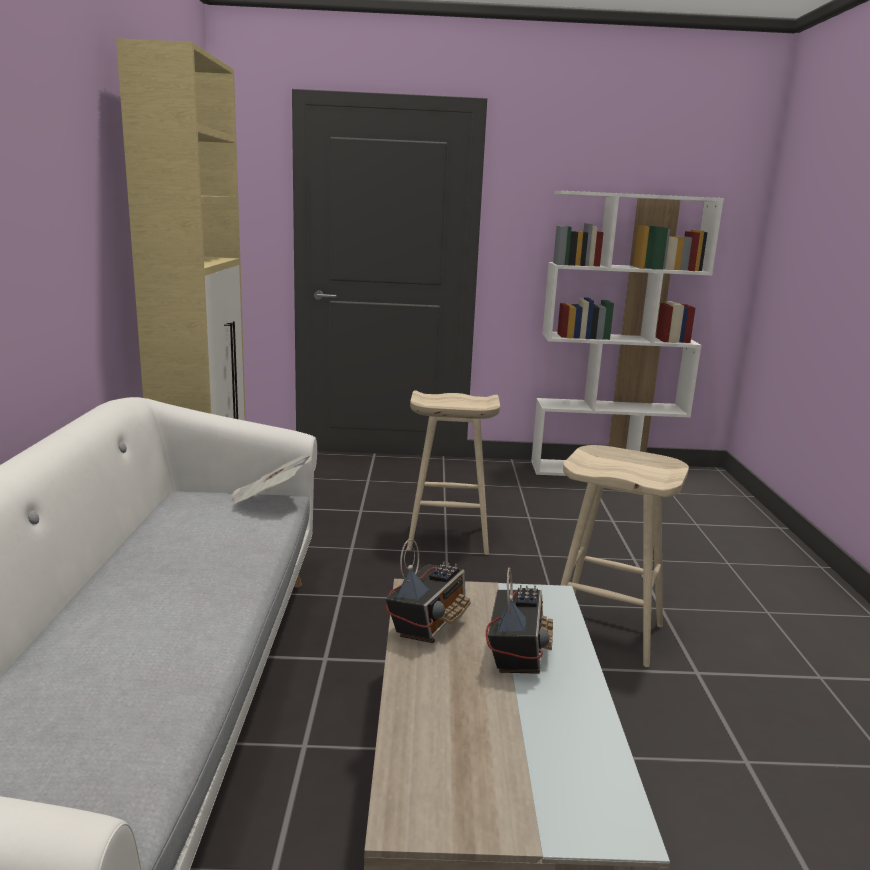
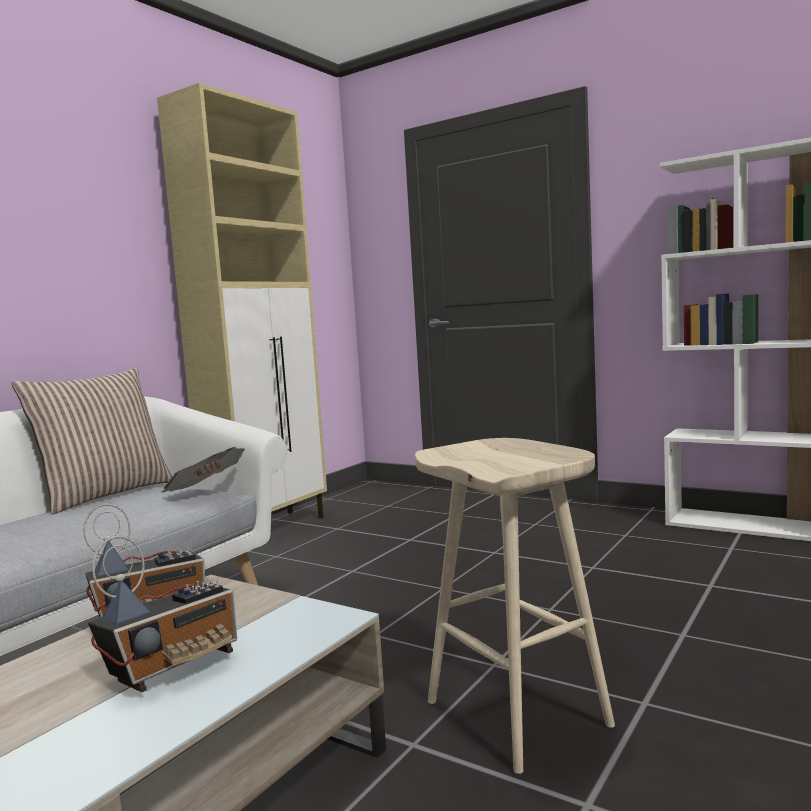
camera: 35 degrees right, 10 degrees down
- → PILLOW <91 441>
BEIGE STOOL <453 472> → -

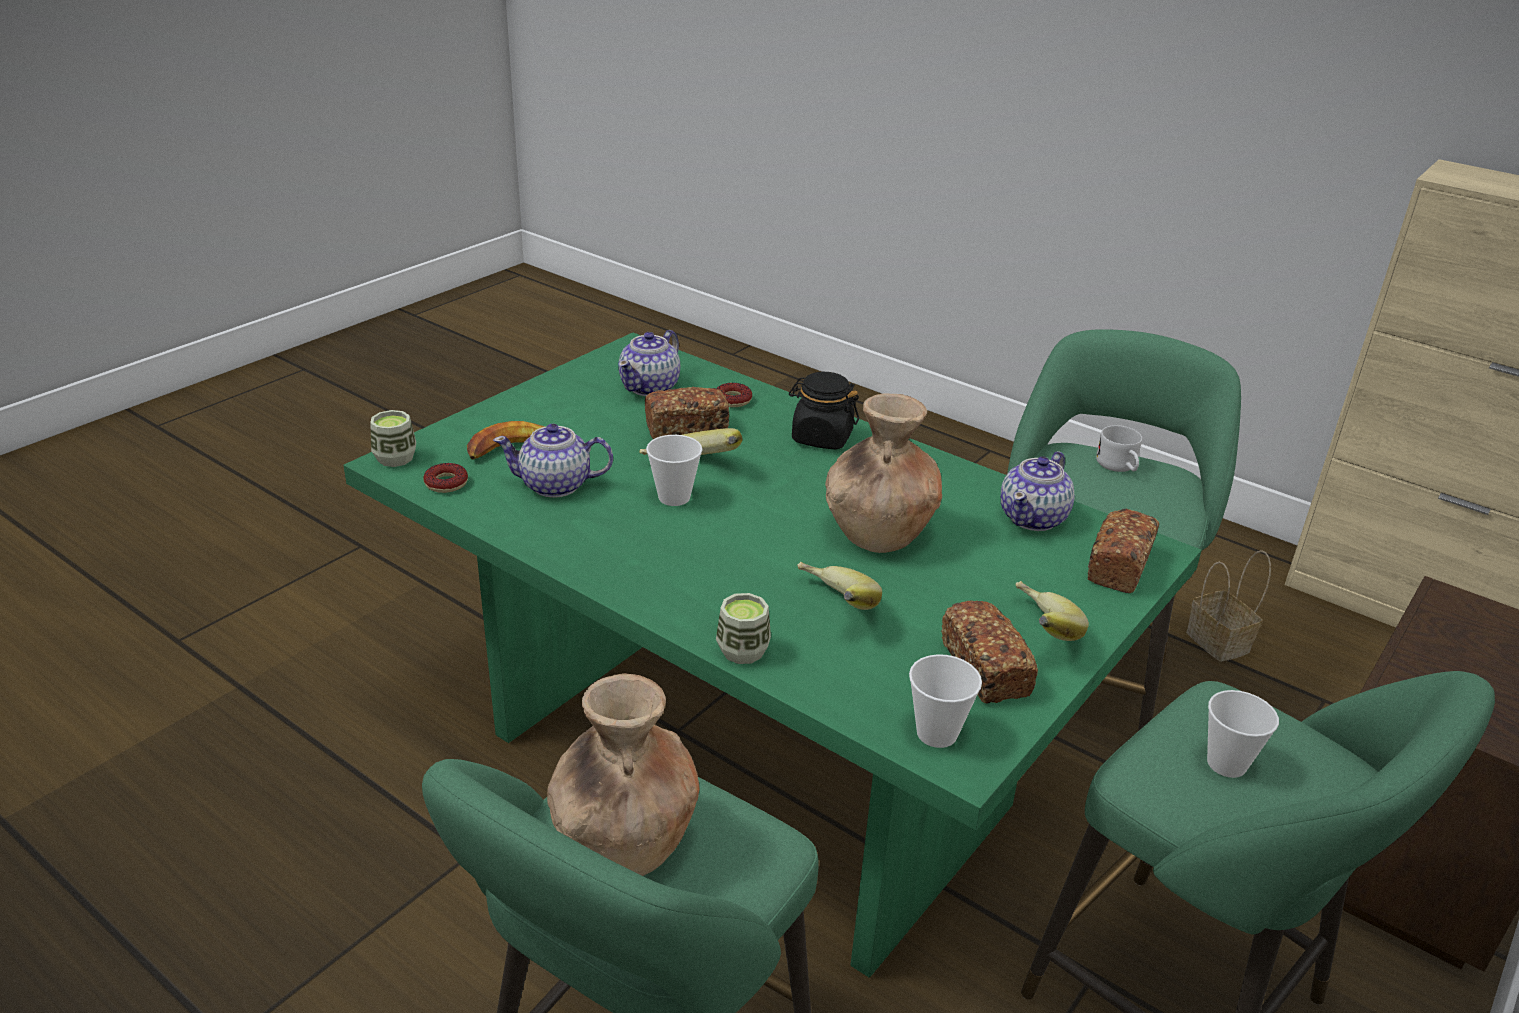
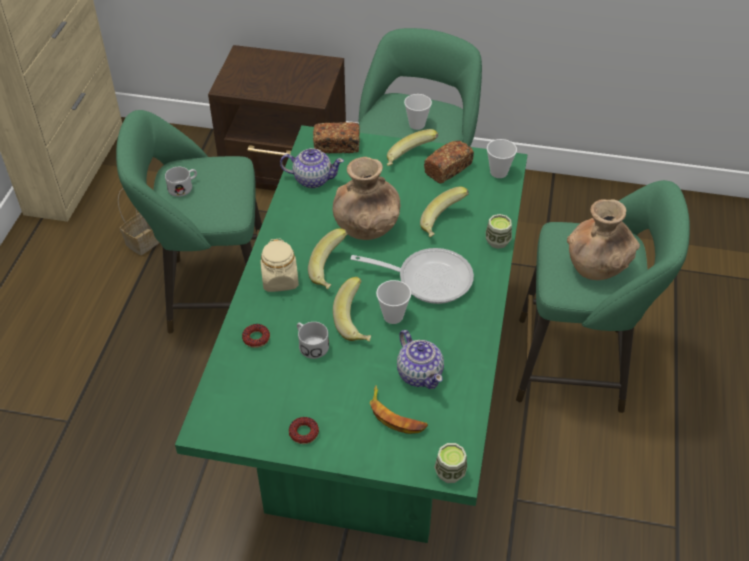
camera: 115 degrees left, 15 degrees up
BLACK JAR <824 410> → BEIGE JAR <279 265>
DONUT <445 478> → DONUT <304 430>, moved
BREAD <687 413> → WHITE MUG <313 340>
- → BANANA <328 258>
- → FRYING PAN <412 276>
TEAPOT <649 363> → -

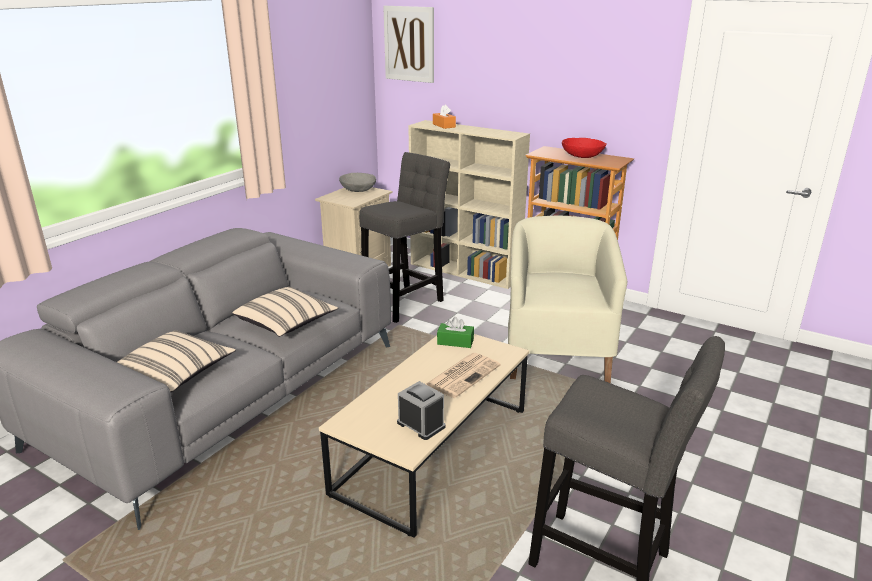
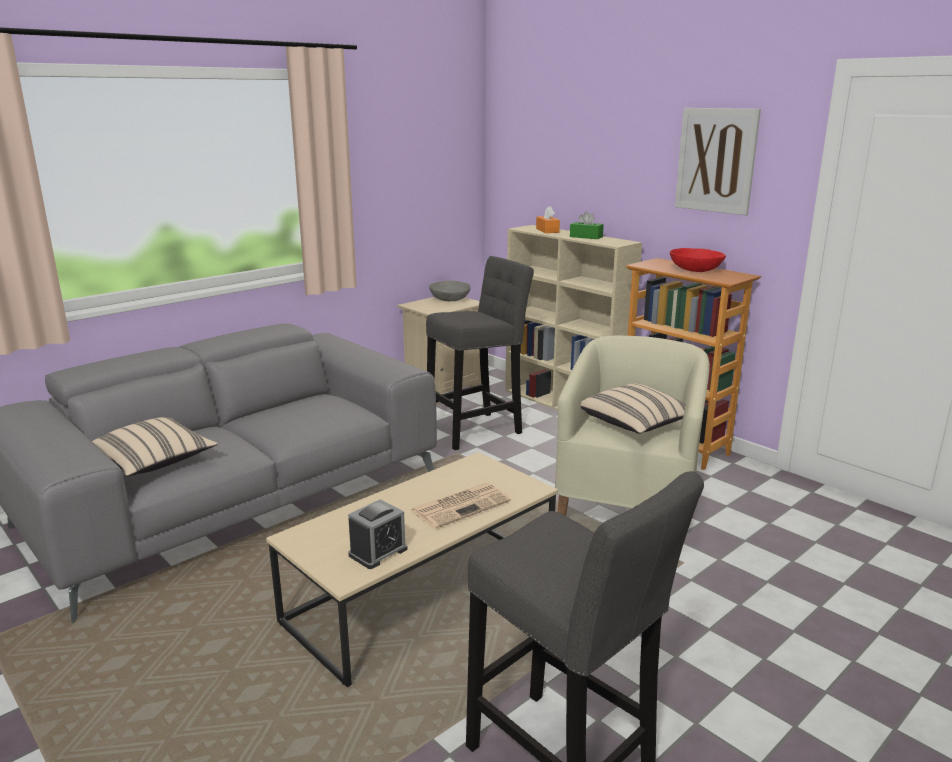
camera: 15 degrees right, 5 degrees down
ALARM CLOCK <421 410> → ALARM CLOCK <378 534>, 75 degrees clockwise
GREEN TISSUE BOX <455 332> → GREEN TISSUE BOX <587 225>, moved
BEIGE PILLOW <285 312> → BEIGE PILLOW <633 408>, moved
PICTURE <408 44> → PICTURE <718 161>, moved

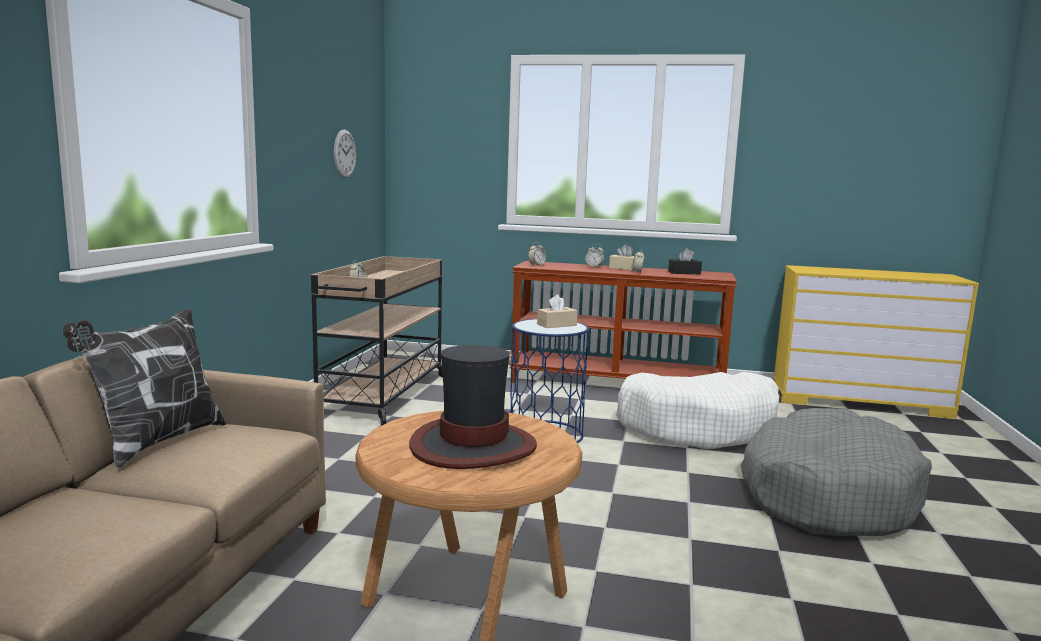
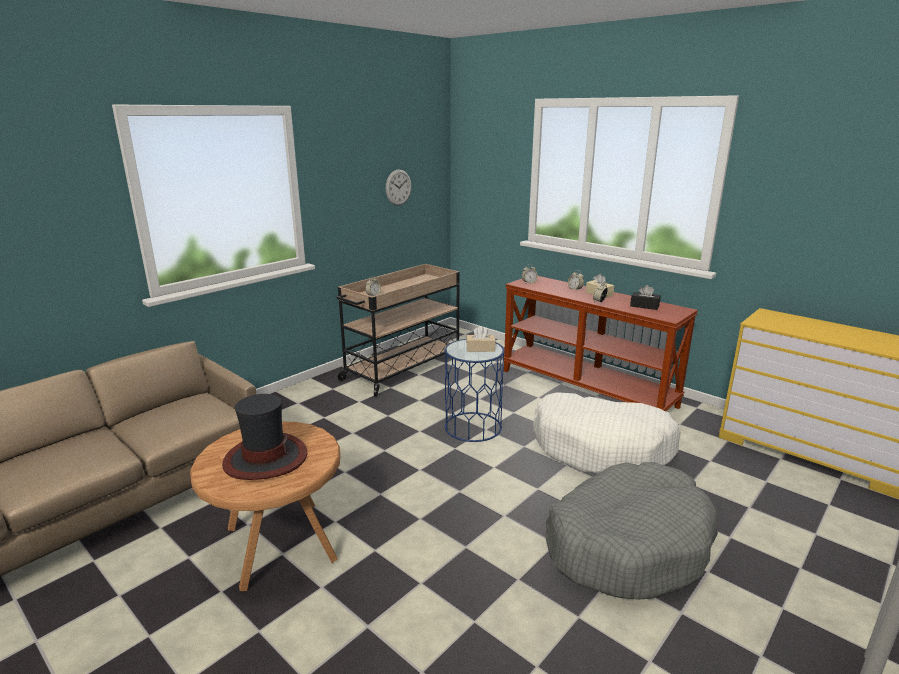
camera: 30 degrees right, 10 degrees up
PILLOW <144 388> → -

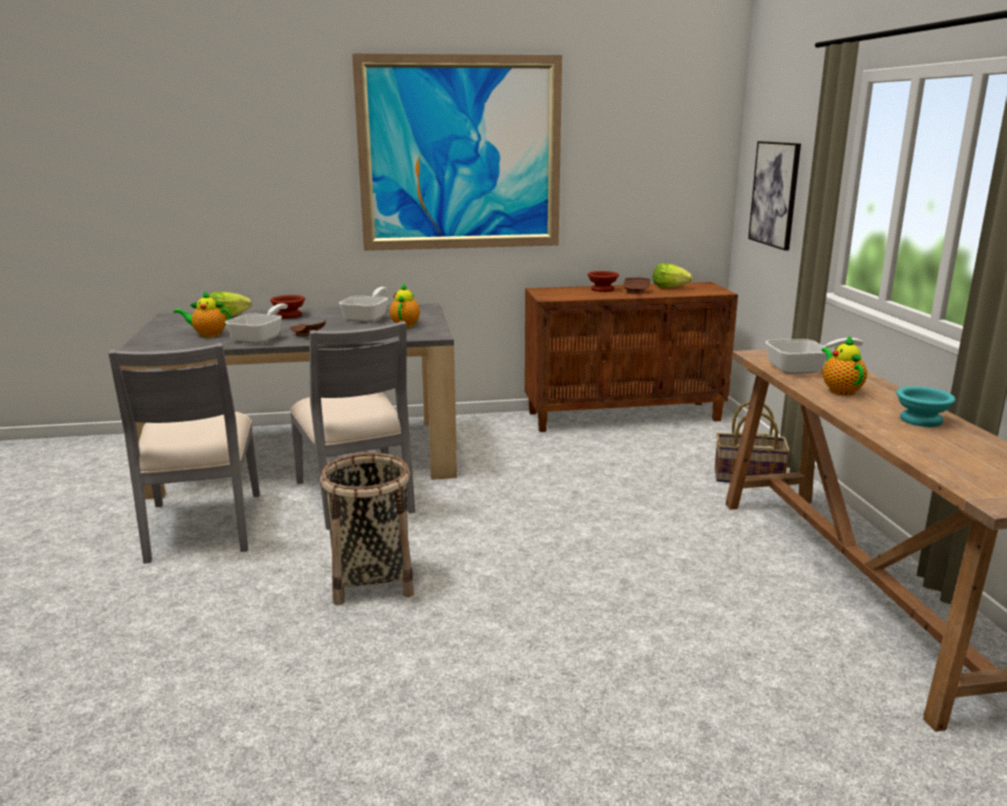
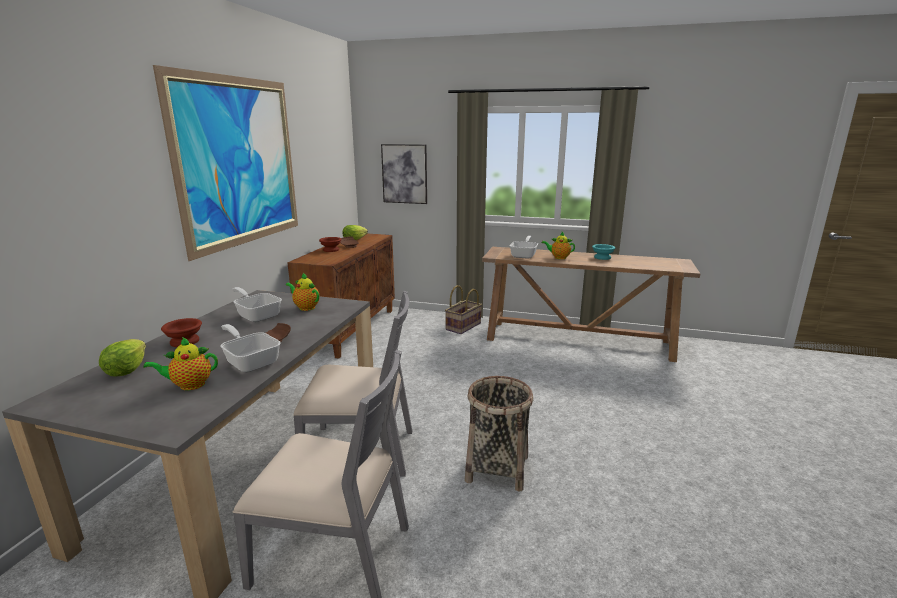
camera: 65 degrees left, 0 degrees up
TEAPOT <202 314> → TEAPOT <180 363>, 45 degrees clockwise

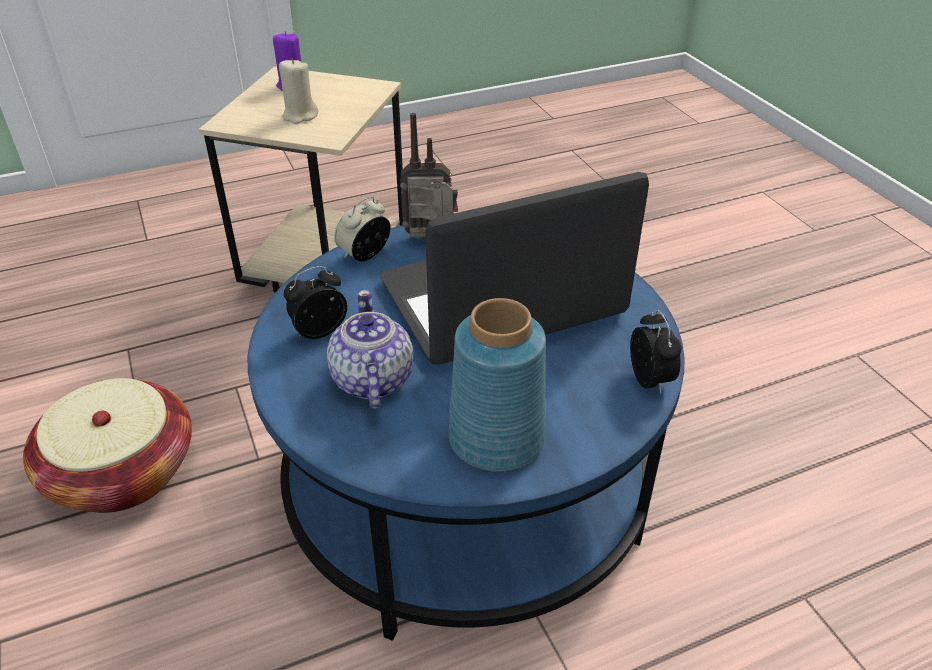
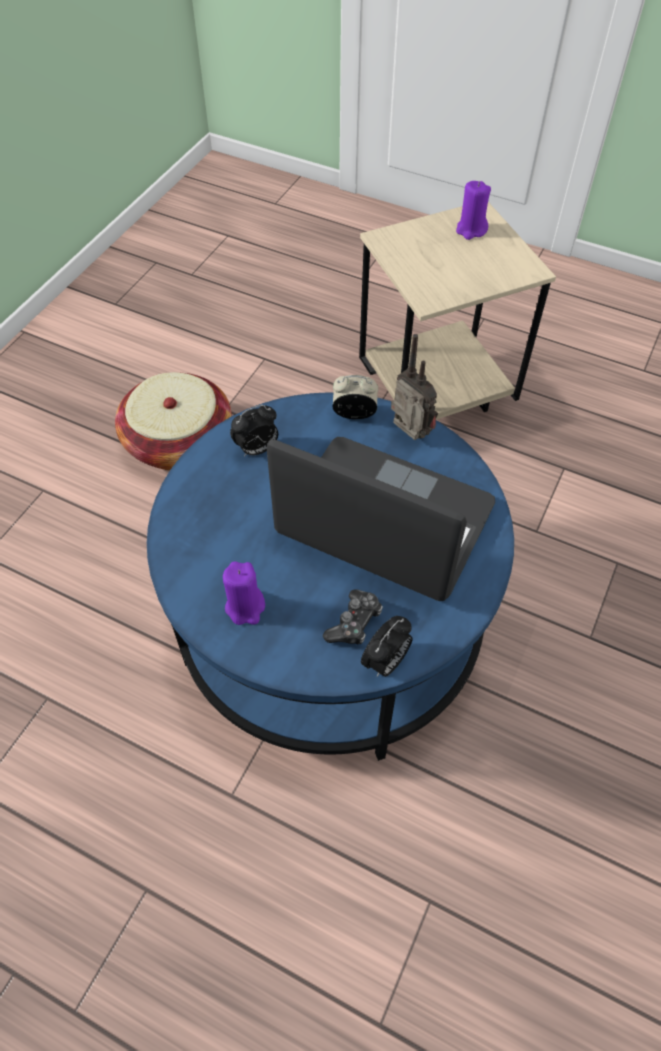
camera: 50 degrees right, 15 degrees up
BLUE VASE <497 385> → PURPLE CANDLE <244 593>
ALARM CLOCK <315 302> → ALARM CLOCK <254 431>, 135 degrees clockwise
- → GAME CONTROLLER <353 617>
BEIGE CANDLE <298 91> → -
TEAPOT <370 349> → -

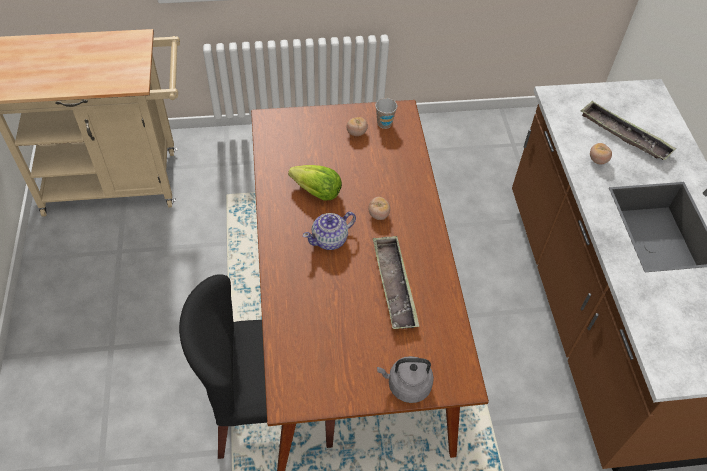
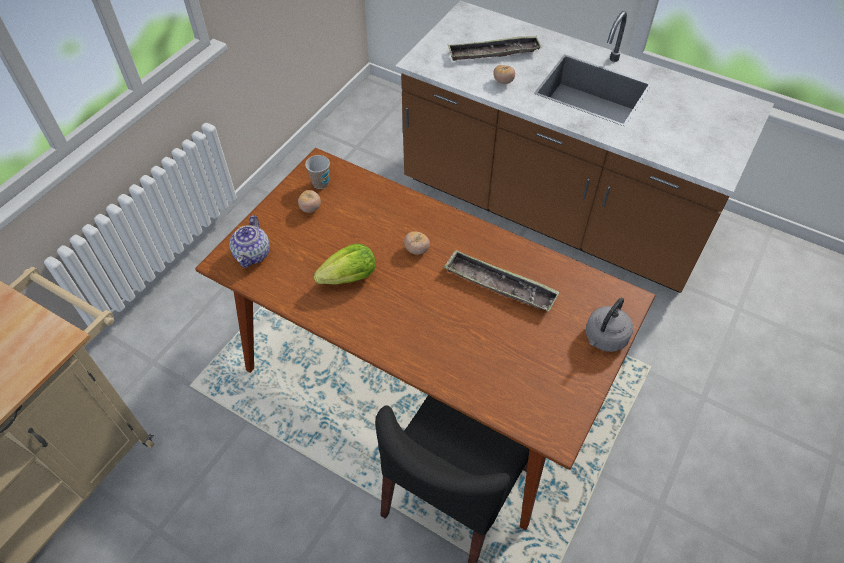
camera: 50 degrees left, 0 degrees up
TEAPOT <329 231> → TEAPOT <249 241>, moved

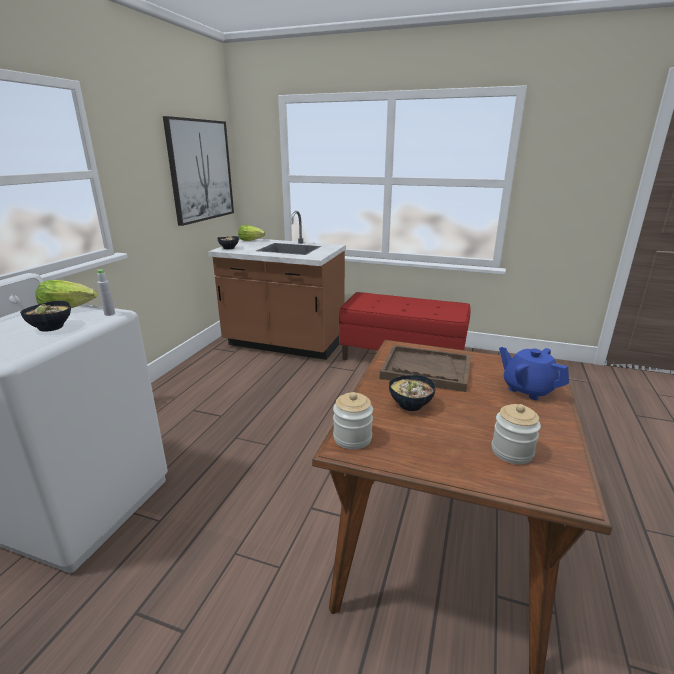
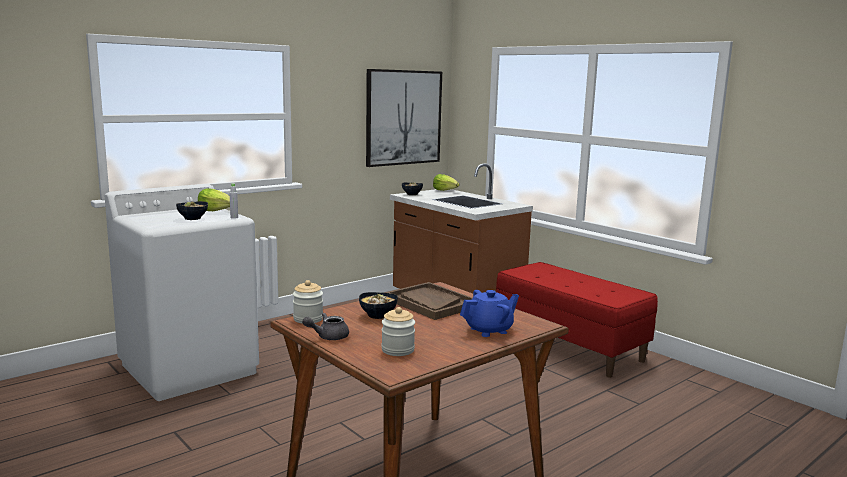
camera: 30 degrees right, 10 degrees down
- → GREY TEAPOT <325 326>
BLUE TEAPOT <534 373> → BLUE TEAPOT <489 313>, 75 degrees clockwise

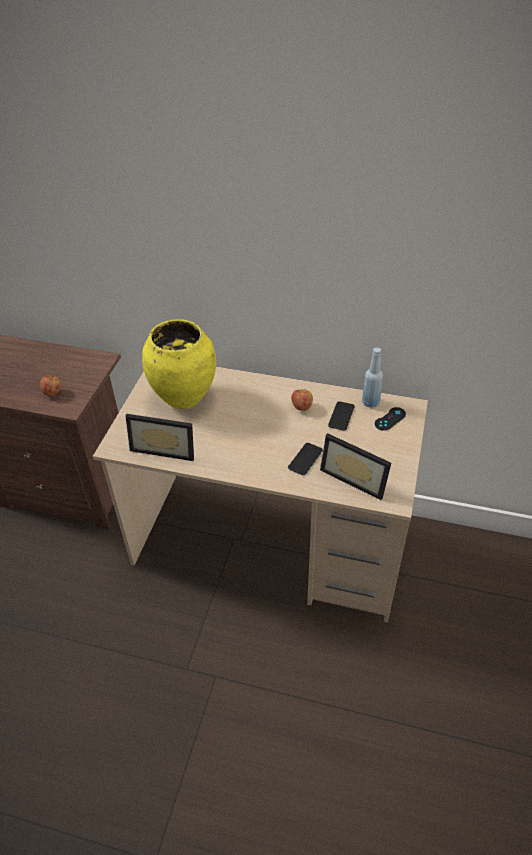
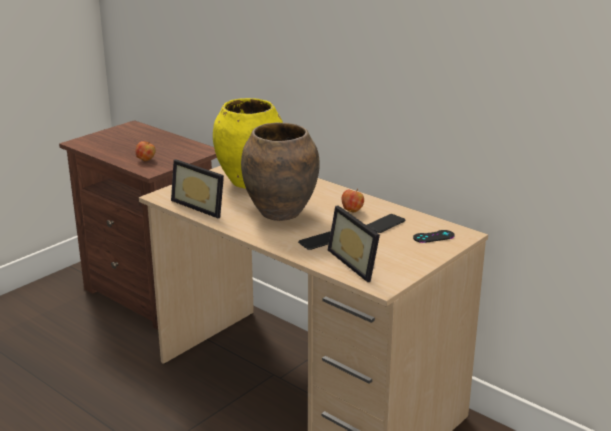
camera: 25 degrees right, 20 degrees down
- → BROWN VASE <280 172>
BLUE BOTTLE <372 377> → -

